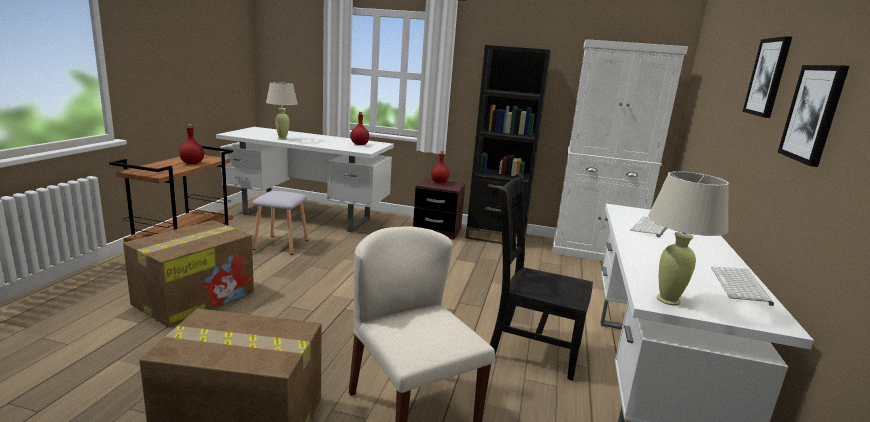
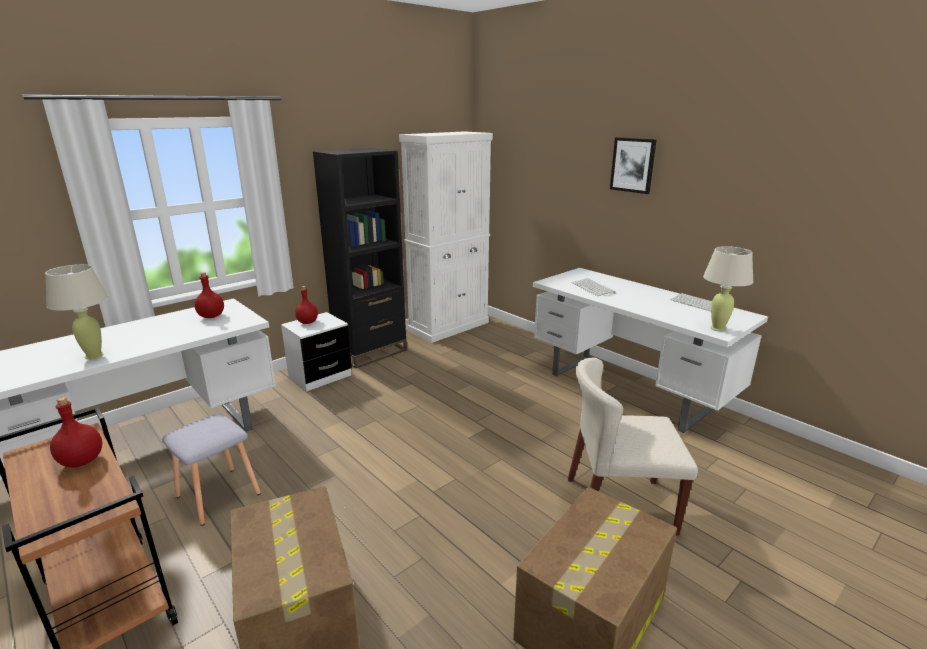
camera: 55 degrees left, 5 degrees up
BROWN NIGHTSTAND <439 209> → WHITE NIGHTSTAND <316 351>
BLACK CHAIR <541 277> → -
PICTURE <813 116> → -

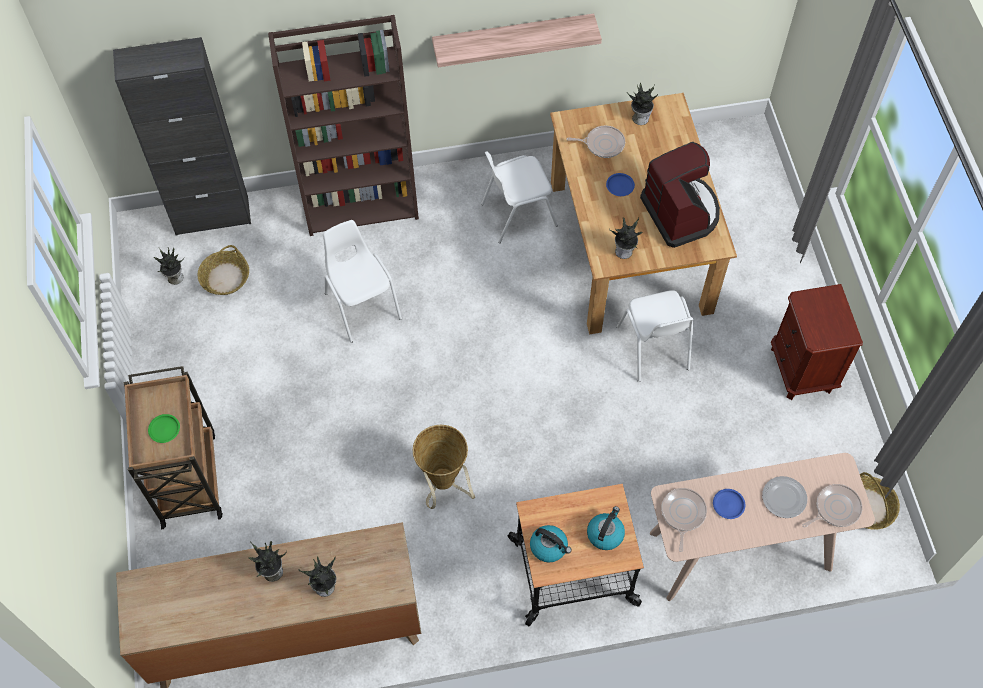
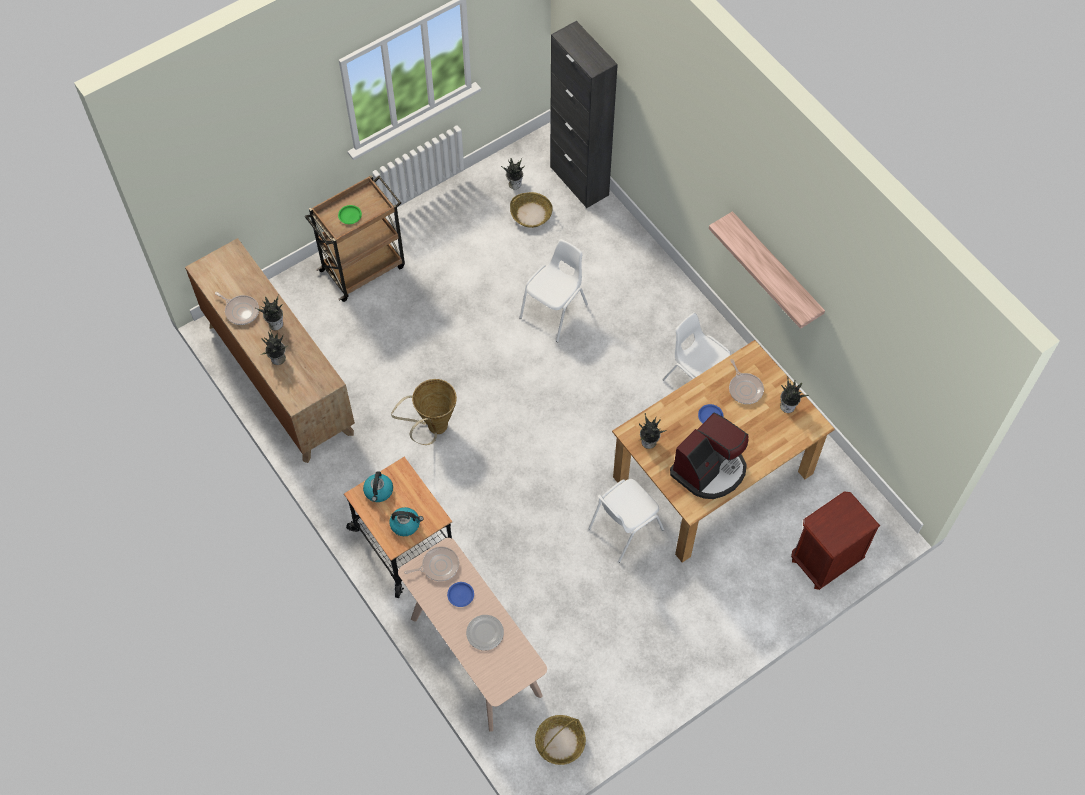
camera: 65 degrees right, 0 degrees up
FRYING PAN <832 506> → FRYING PAN <237 308>, moved
BROWN NIGHTSTAND <817 342> → BROWN NIGHTSTAND <835 541>, moved
BROWN BOOKCASE <343 125> → -

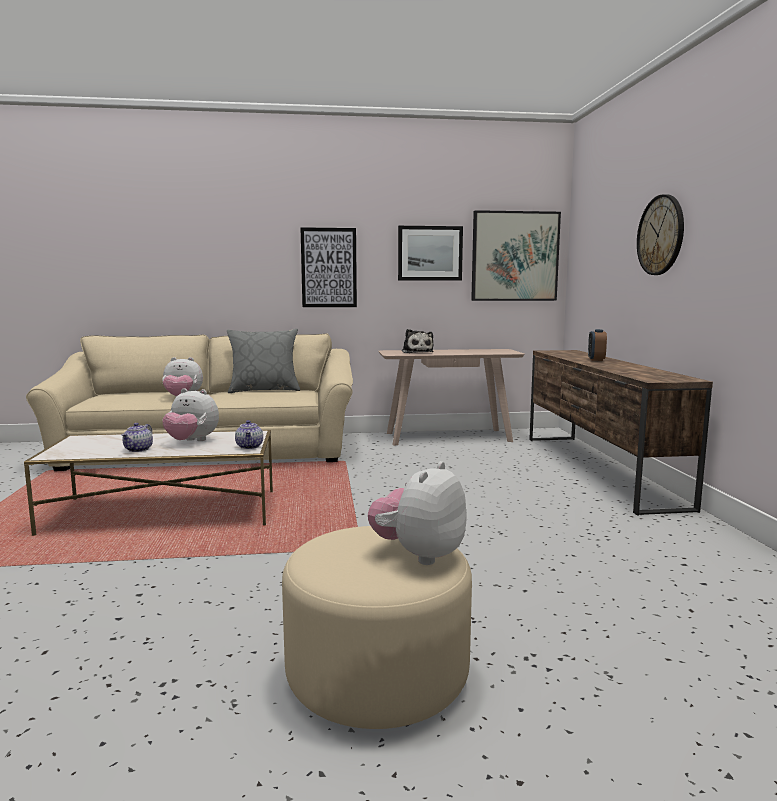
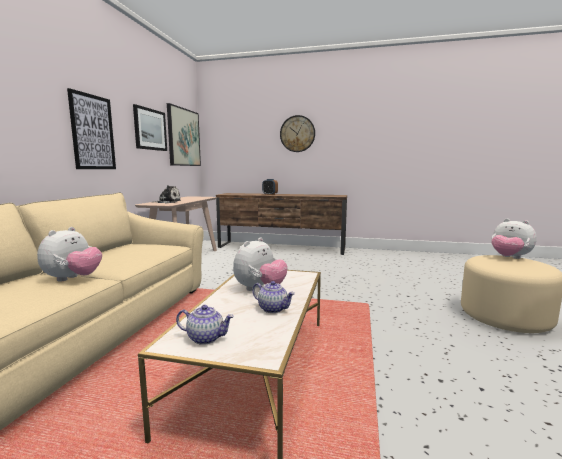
camera: 70 degrees left, 0 degrees up
TEAPOT <249 434> → TEAPOT <205 325>, moved
GREY PILLOW <263 361> → -

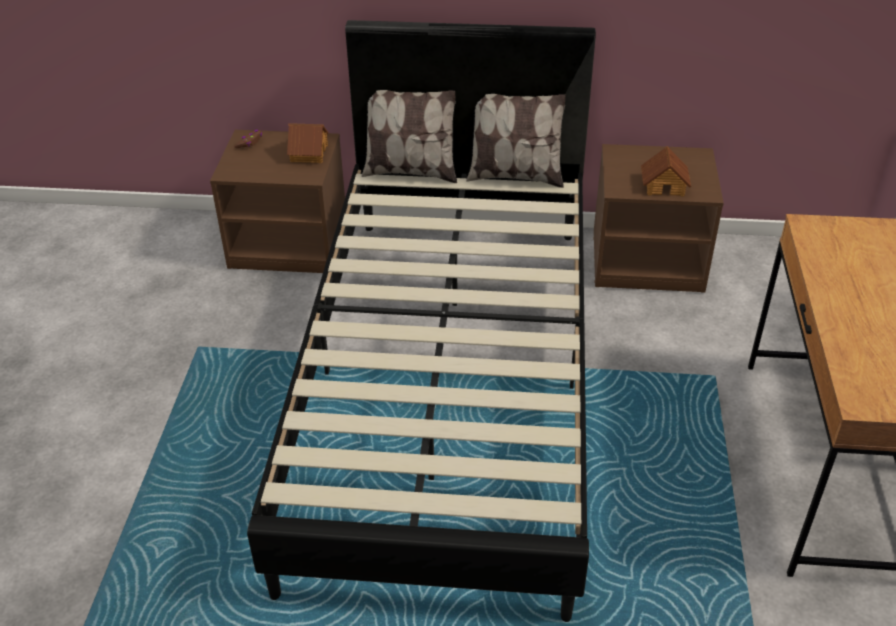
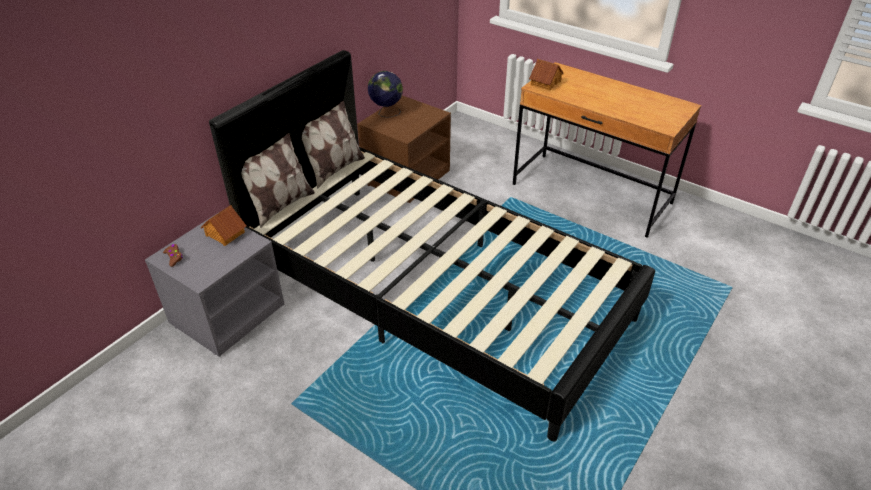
camera: 60 degrees left, 0 degrees up
BROWN NIGHTSTAND <277 201> → GREY NIGHTSTAND <214 285>
- → GLOBE <385 94>
TOY HOUSE <666 171> → TOY HOUSE <546 75>, moved

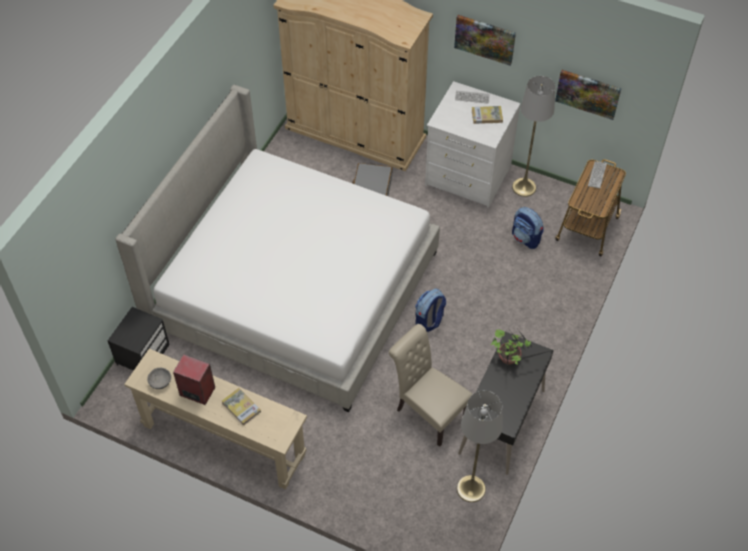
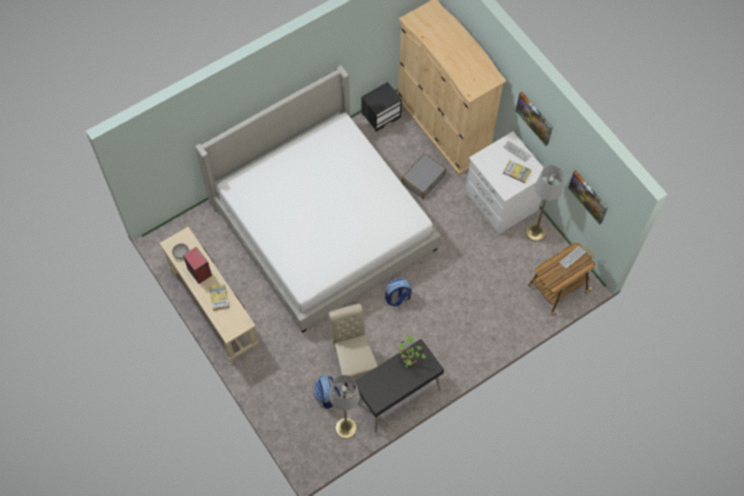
camera: 30 degrees right, 10 degrees up
BACKPACK <528 228> → BACKPACK <327 392>, moved
BLACK NIGHTSTAND <138 339> → BLACK NIGHTSTAND <382 107>, moved

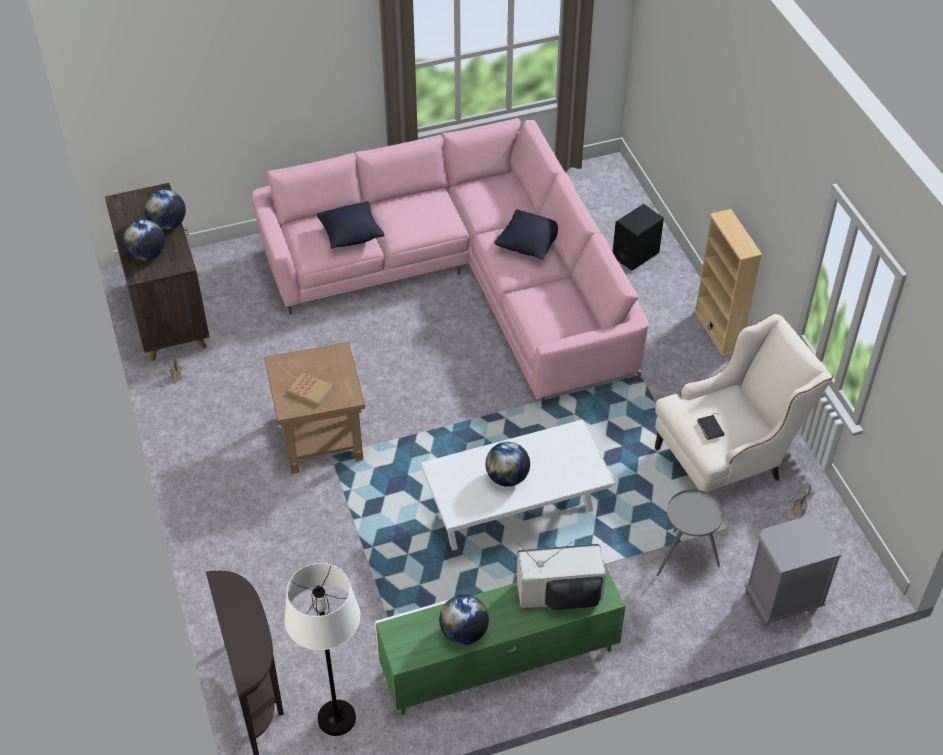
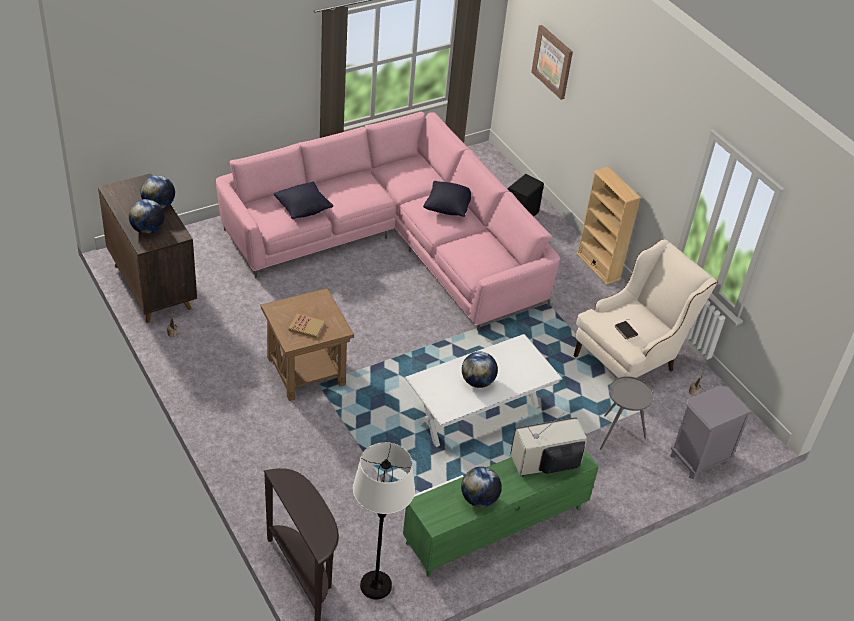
camera: 15 degrees left, 5 degrees down
- → PICTURE <552 62>

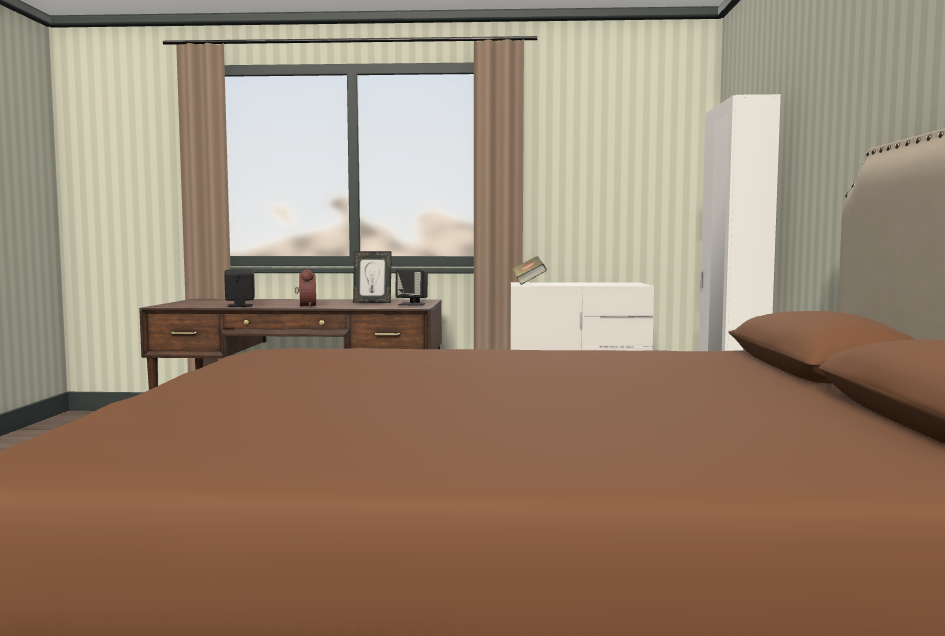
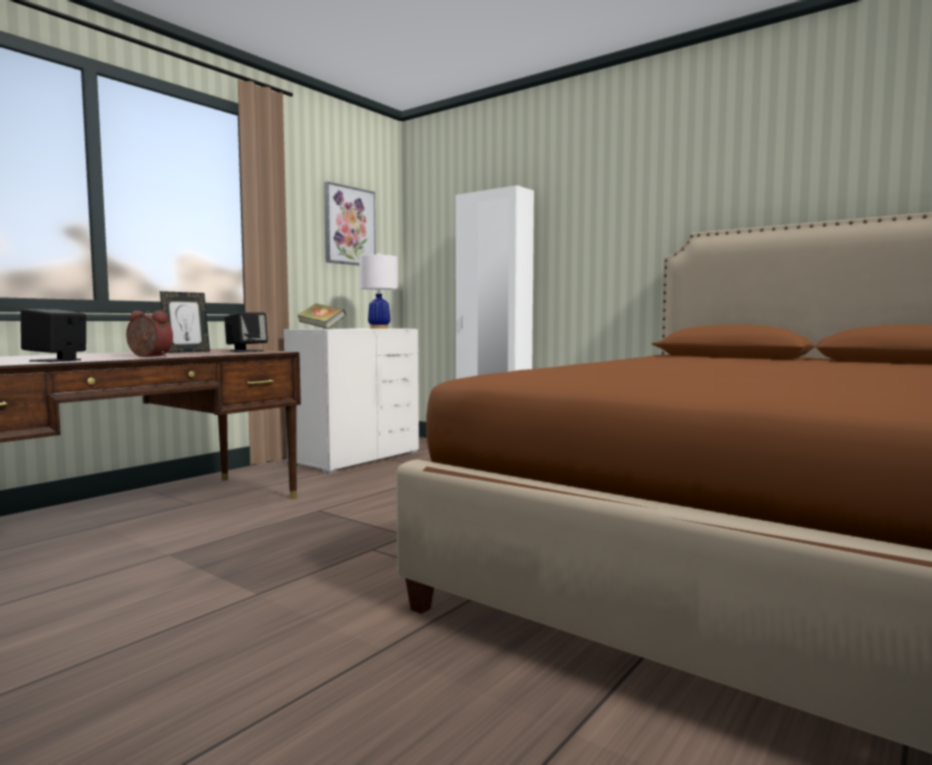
camera: 55 degrees left, 0 degrees up
- → PICTURE <350 223>
- → WHITE TABLE LAMP <378 291>

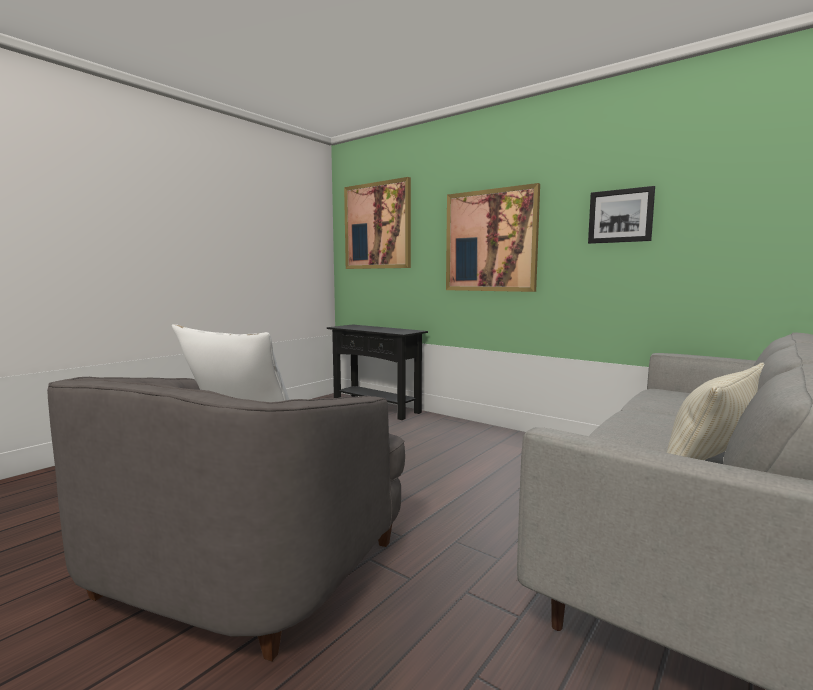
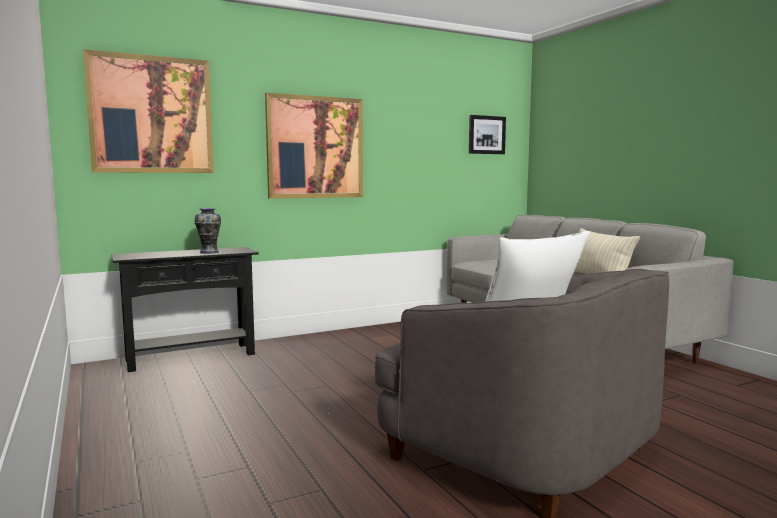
camera: 65 degrees left, 0 degrees up
- → VASE <207 231>
PICTURE <621 215> → PICTURE <487 134>, moved

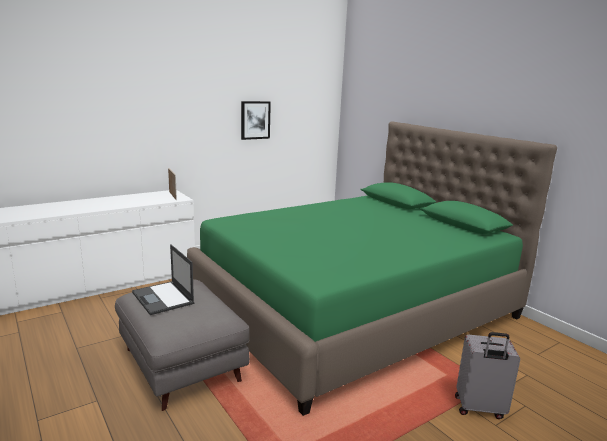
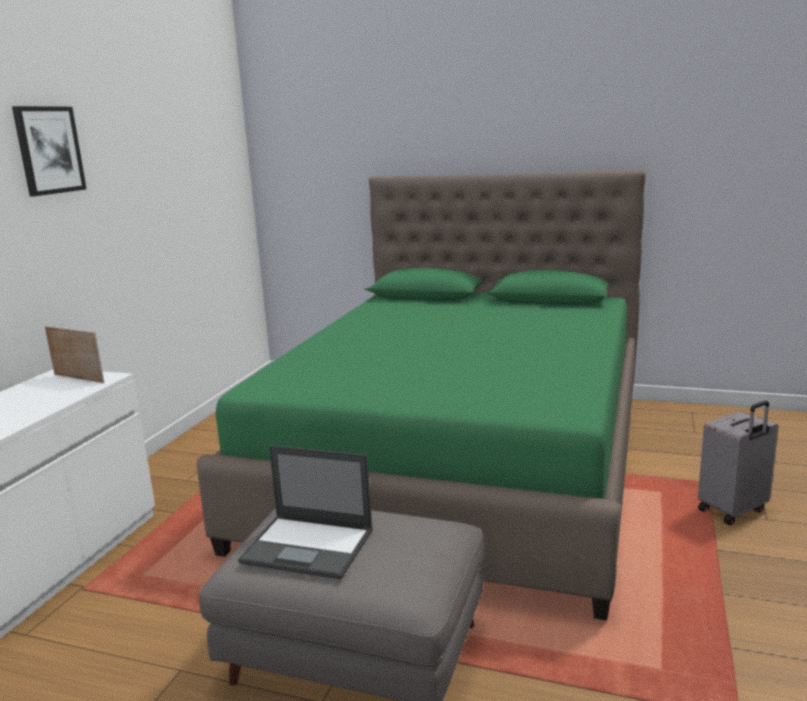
camera: 35 degrees left, 0 degrees up
PICTURE <256 120> → PICTURE <49 151>, moved

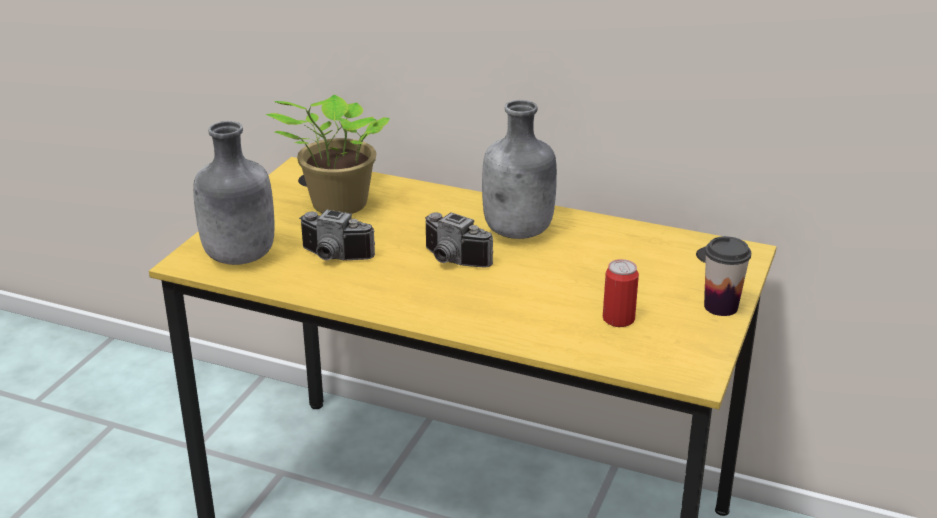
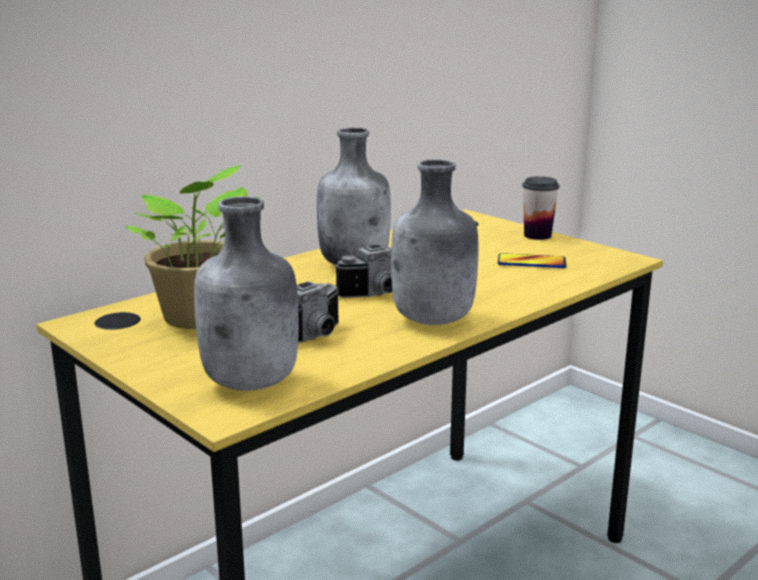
camera: 65 degrees left, 10 degrees down
- → GREY BOTTLE <434 242>
CAN <621 293> → PHONE <532 260>

